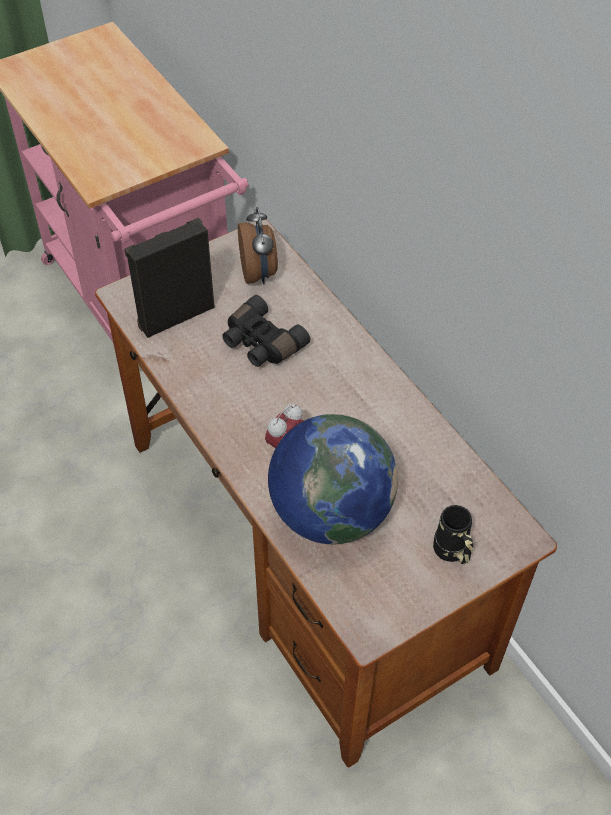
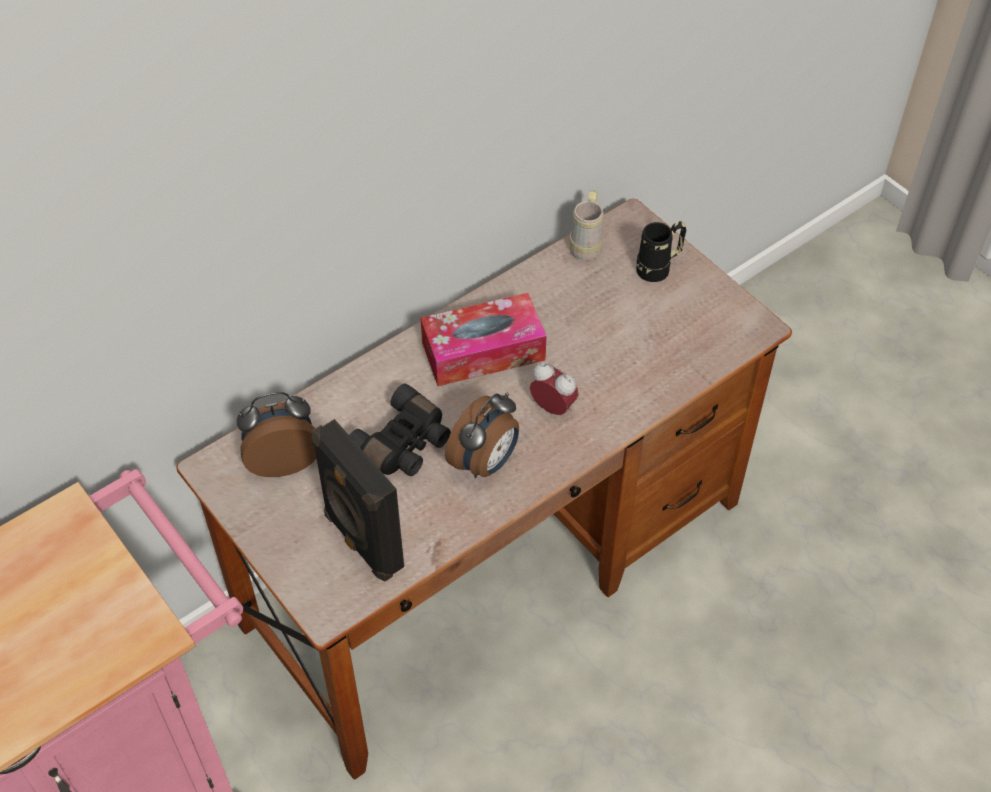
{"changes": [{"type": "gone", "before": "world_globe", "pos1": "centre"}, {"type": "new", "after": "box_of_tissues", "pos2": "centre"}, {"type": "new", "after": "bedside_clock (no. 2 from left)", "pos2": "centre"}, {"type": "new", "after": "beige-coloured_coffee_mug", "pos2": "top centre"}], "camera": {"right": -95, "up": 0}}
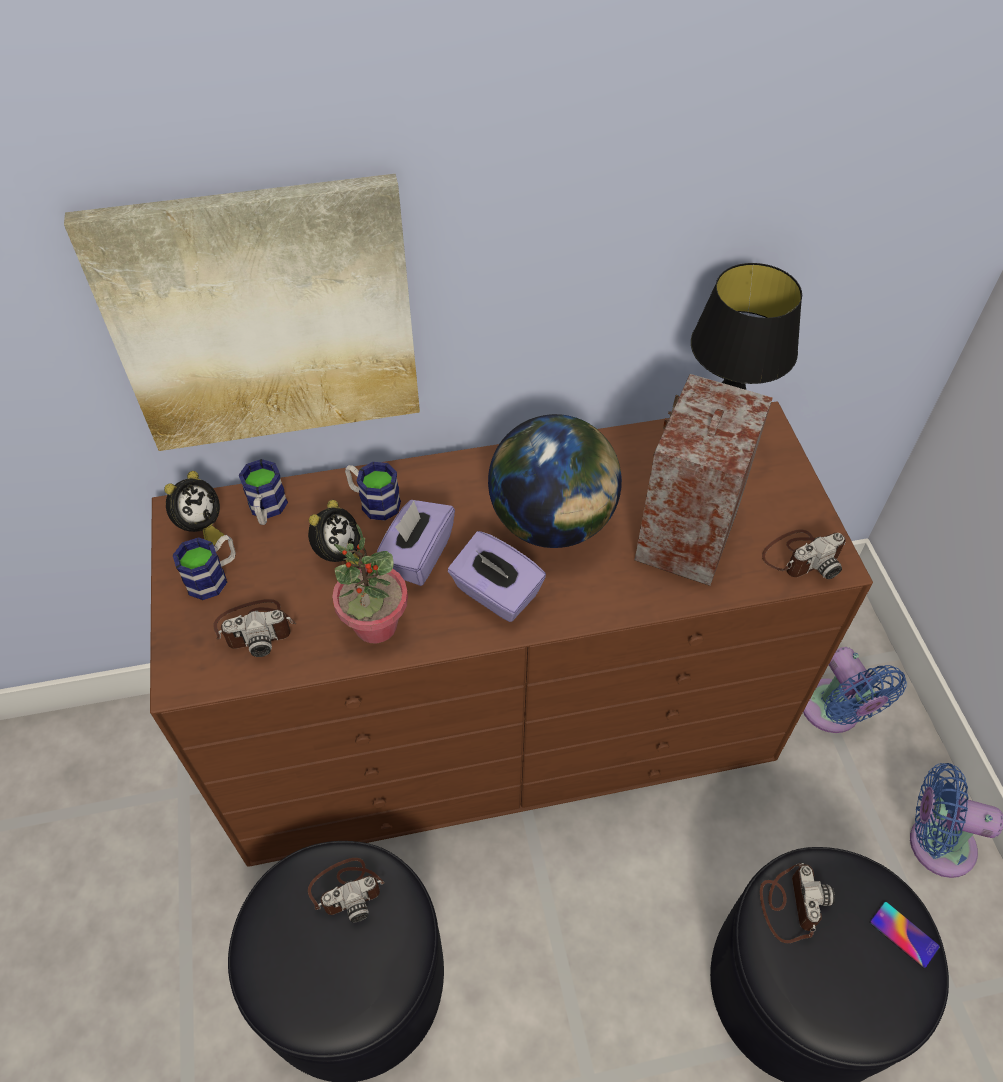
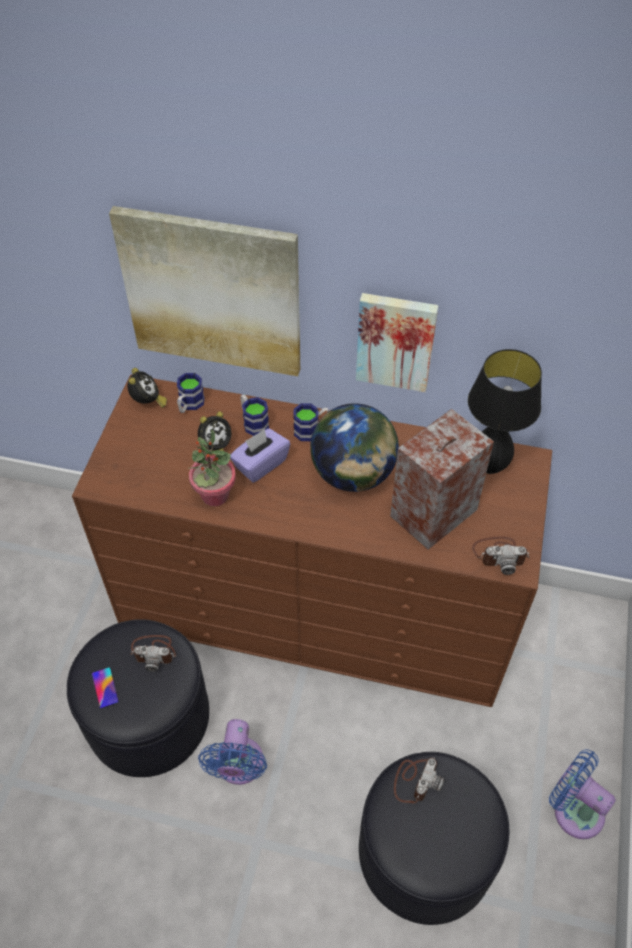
{"changes": [{"type": "gone", "before": "still_camera (no. 1 from left)", "pos1": "middle left"}, {"type": "gone", "before": "purple_box_of_tissues (no. 2 from left)", "pos1": "centre"}, {"type": "new", "after": "picture (no. 2 from left)", "pos2": "centre"}, {"type": "shifted", "before": "coffee_mug (no. 1 from left in the first image)", "after": "coffee_mug (no. 3 from left)", "pos1": "middle left", "pos2": "centre"}, {"type": "shifted", "before": "blue_fan (no. 1 from left)", "pos1": "middle right", "pos2": "bottom centre"}, {"type": "shifted", "before": "telephone", "pos1": "bottom right", "pos2": "bottom left"}, {"type": "rotated", "before": "bedside_clock (no. 1 from left)", "pos1": "middle left", "pos2": "middle left", "turn": -60}], "camera": {"right": 25, "up": 0}}
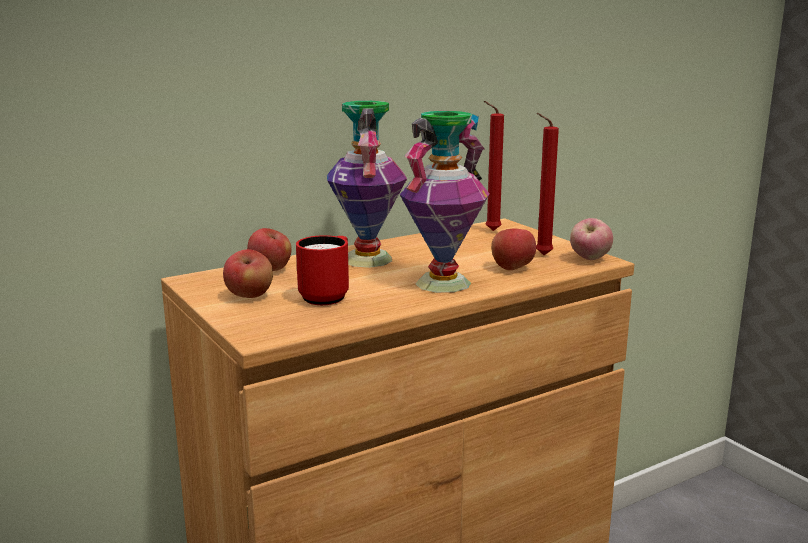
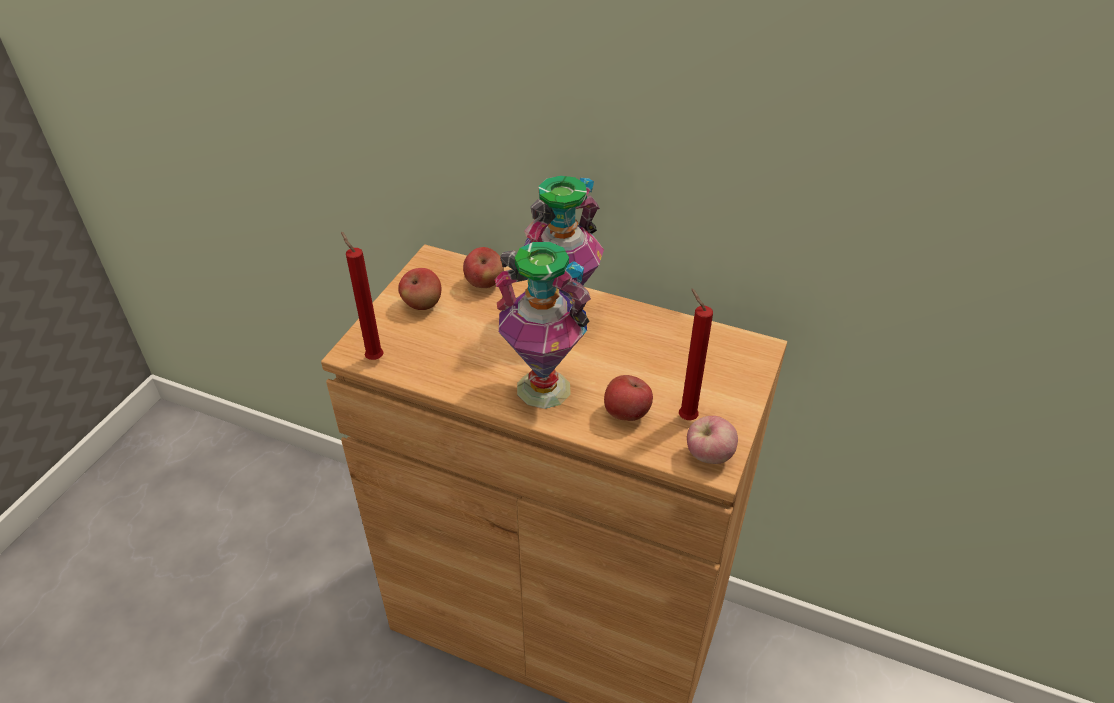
{"changes": [{"type": "gone", "before": "reddish_coffee_mug", "pos1": "centre"}, {"type": "shifted", "before": "reddish_candle (no. 1 from left)", "pos1": "top centre", "pos2": "middle left"}], "camera": {"right": 55, "up": 25}}
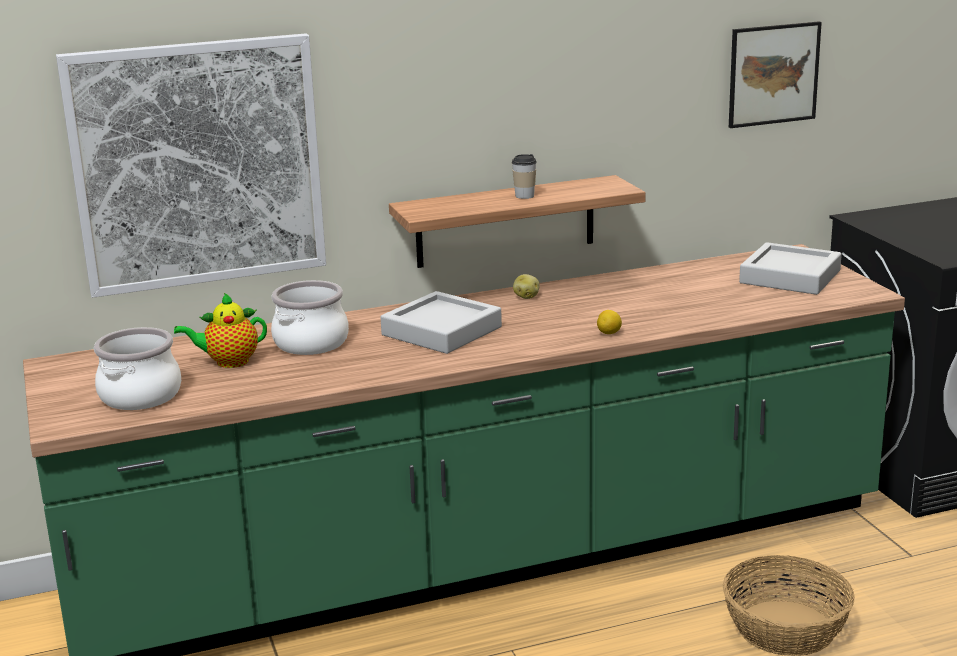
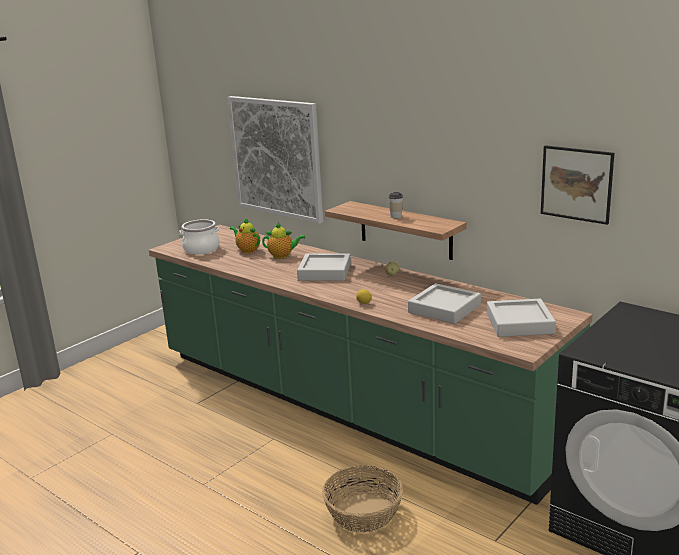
{"changes": [{"type": "new", "after": "gray_carrying_tray (no. 2 from left)", "pos2": "centre"}, {"type": "swapped", "before": "cooking_pot (no. 2 from left)", "after": "tea_pot (no. 2 from left)", "pos1": "middle left", "pos2": "centre"}], "camera": {"right": 60, "up": 0}}
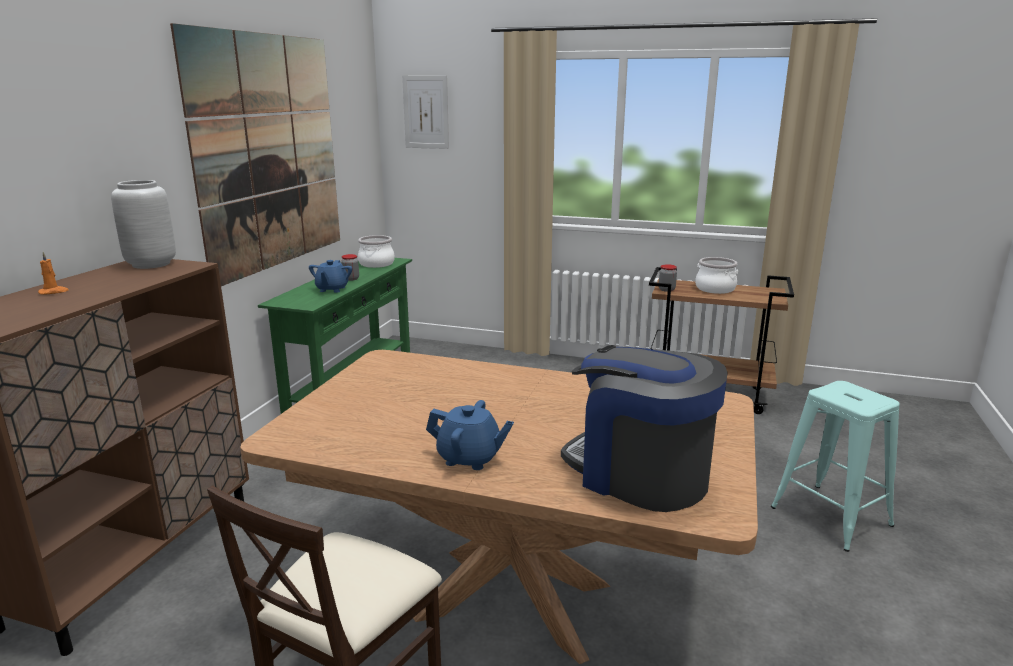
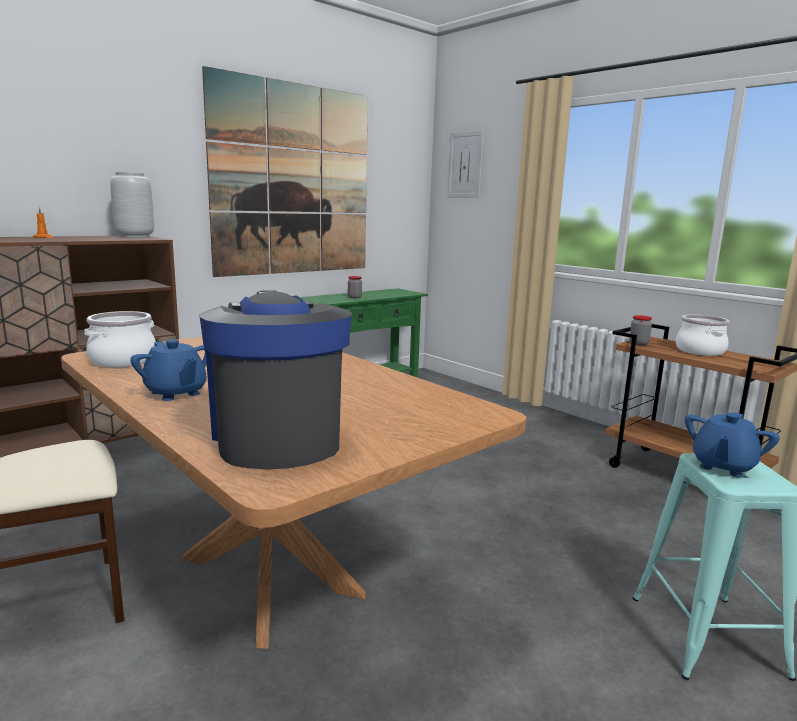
{"changes": [{"type": "shifted", "before": "blue_tea_pot (no. 1 from left in the first image)", "after": "blue_tea_pot (no. 2 from left)", "pos1": "middle left", "pos2": "middle right"}, {"type": "shifted", "before": "cooking_pot (no. 1 from left)", "pos1": "centre", "pos2": "middle left"}], "camera": {"right": 30, "up": -5}}
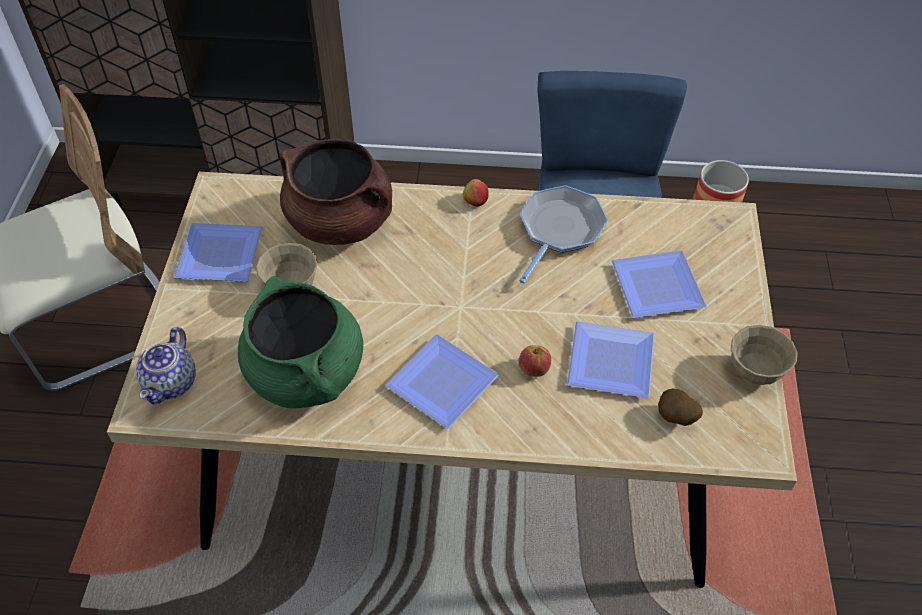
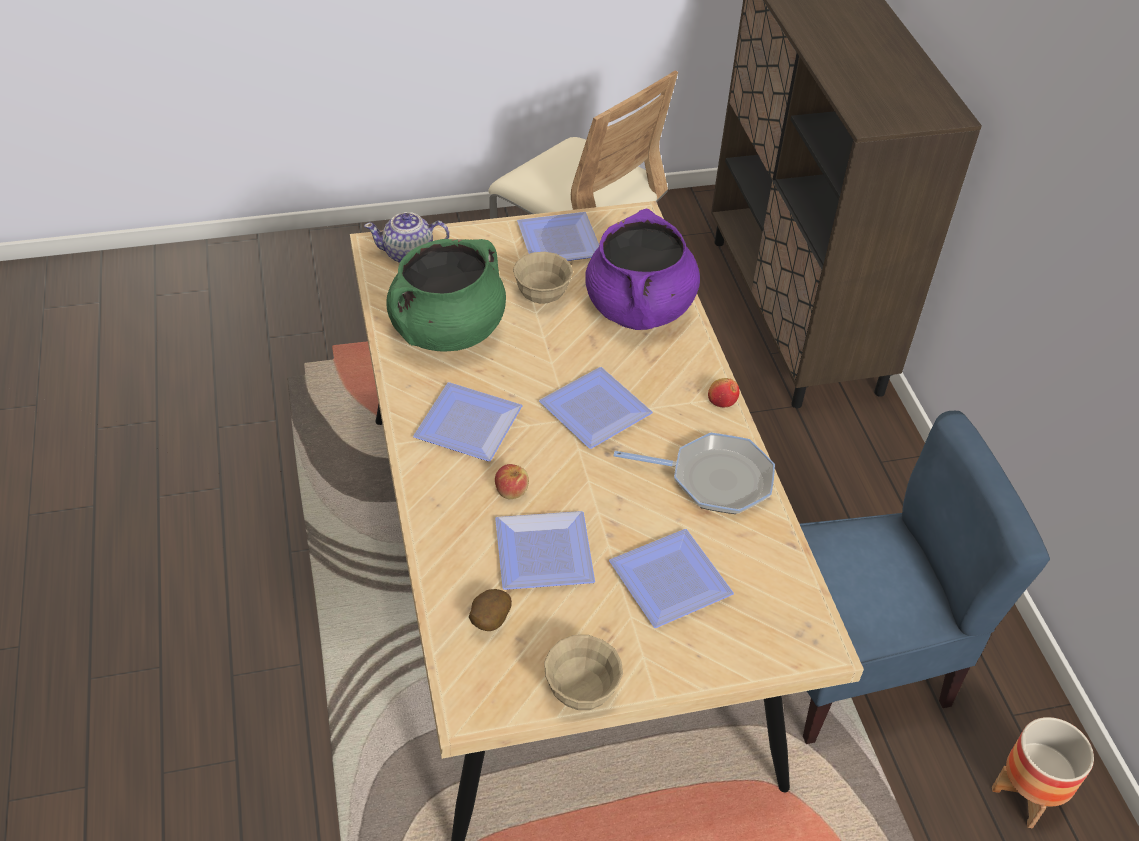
{"changes": [{"type": "new", "after": "flat_dish (no. 4 from left)", "pos2": "centre"}, {"type": "repainted", "before": "brownish_cooking_pot", "after": "purple_cooking_pot", "pos1": "top centre", "pos2": "top centre"}], "camera": {"right": 70, "up": -5}}
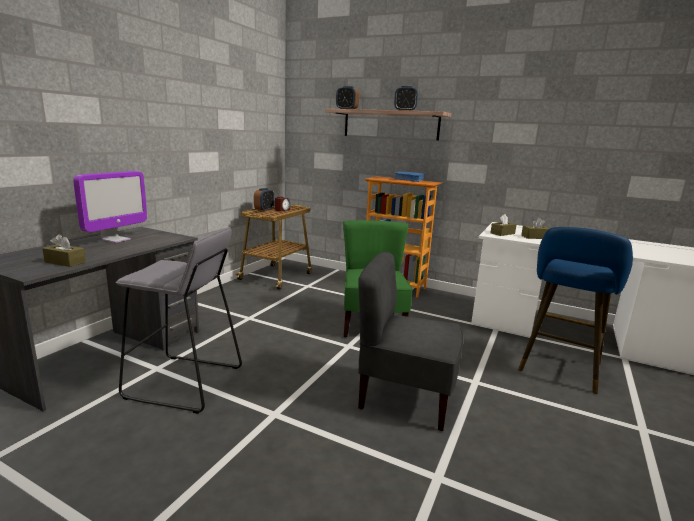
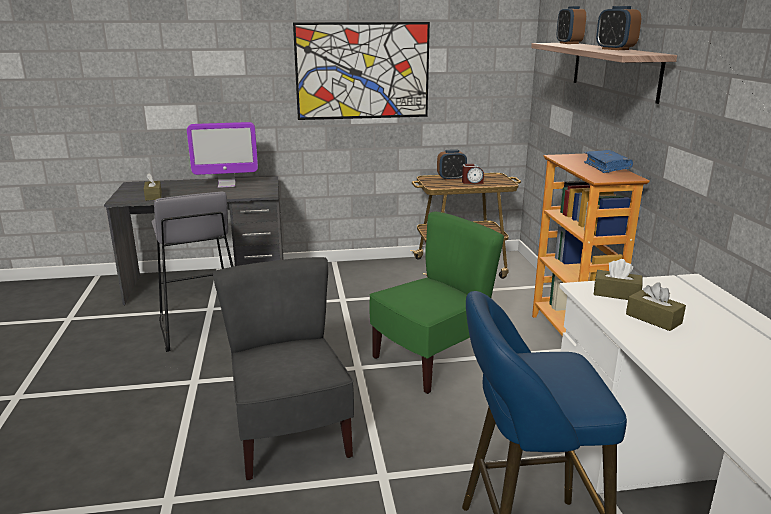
{"changes": [{"type": "new", "after": "picture", "pos2": "top centre"}], "camera": {"right": 55, "up": 5}}
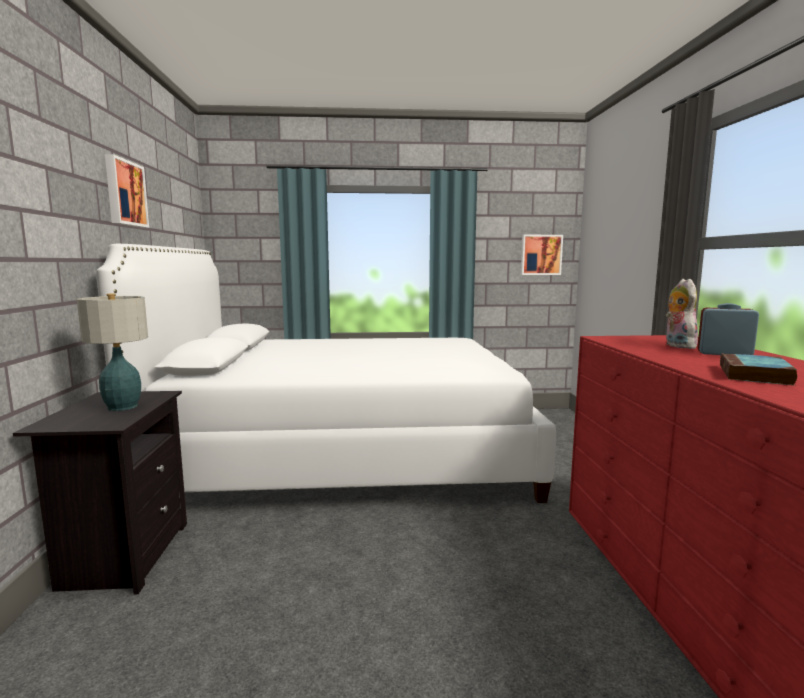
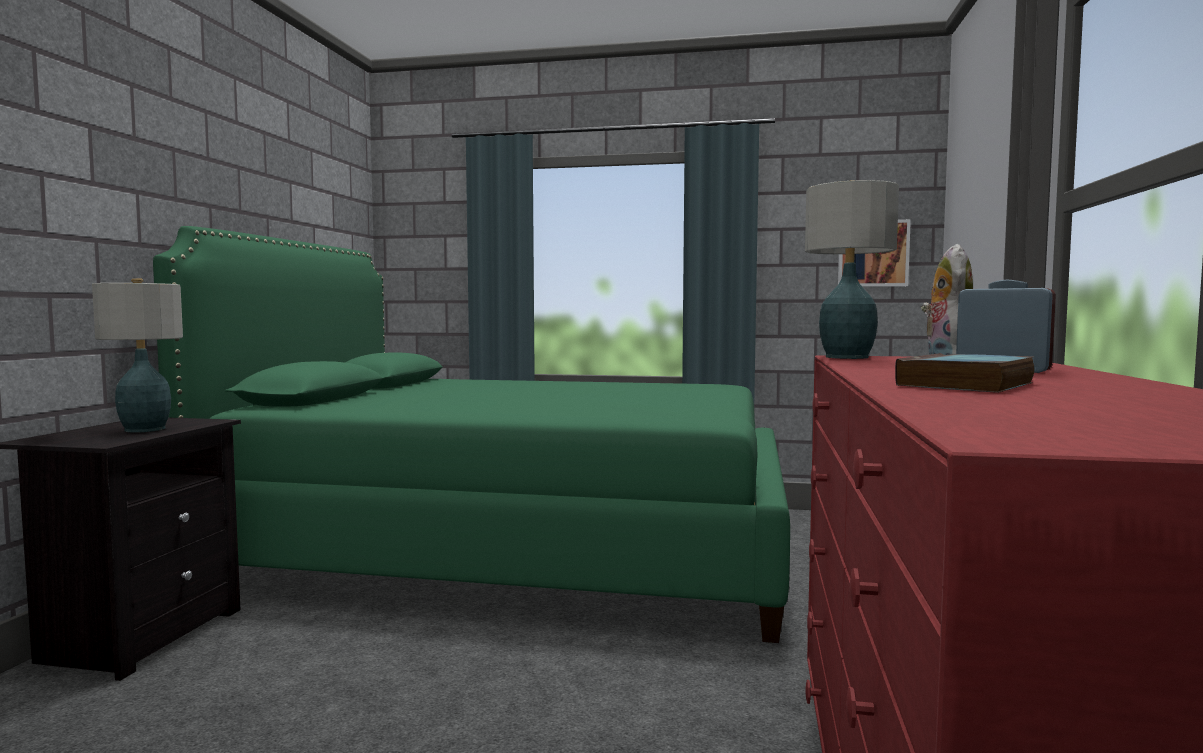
{"changes": [{"type": "gone", "before": "picture (no. 1 from left)", "pos1": "top left"}, {"type": "new", "after": "lamp_for_a_table (no. 2 from left)", "pos2": "middle right"}, {"type": "repainted", "before": "white_bedroom_bed", "after": "greenish_bedroom_bed", "pos1": "centre", "pos2": "centre"}], "camera": {"right": 15, "up": -5}}
